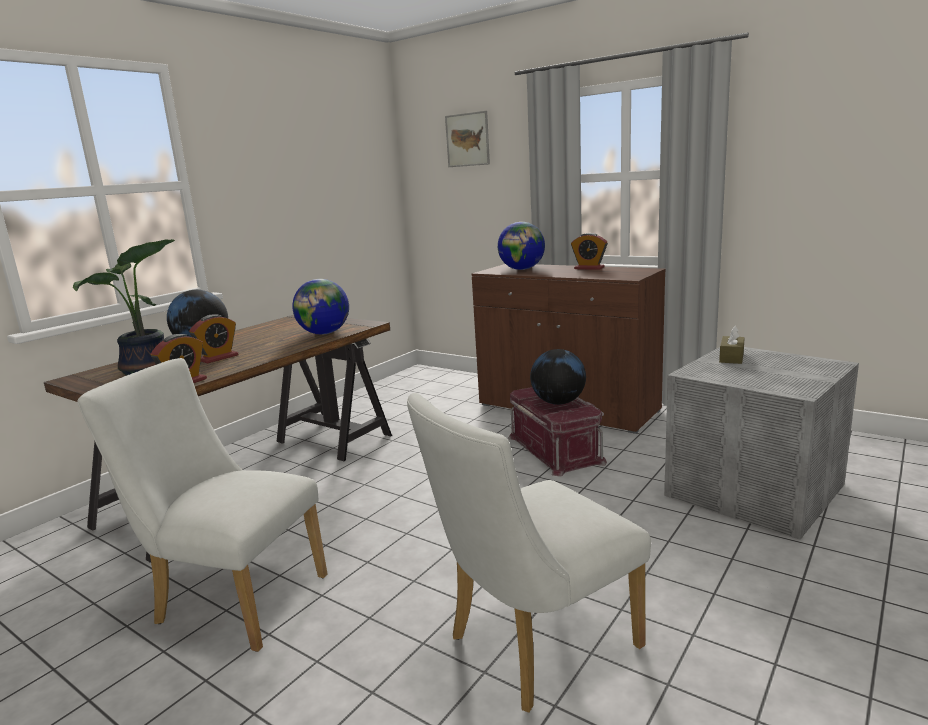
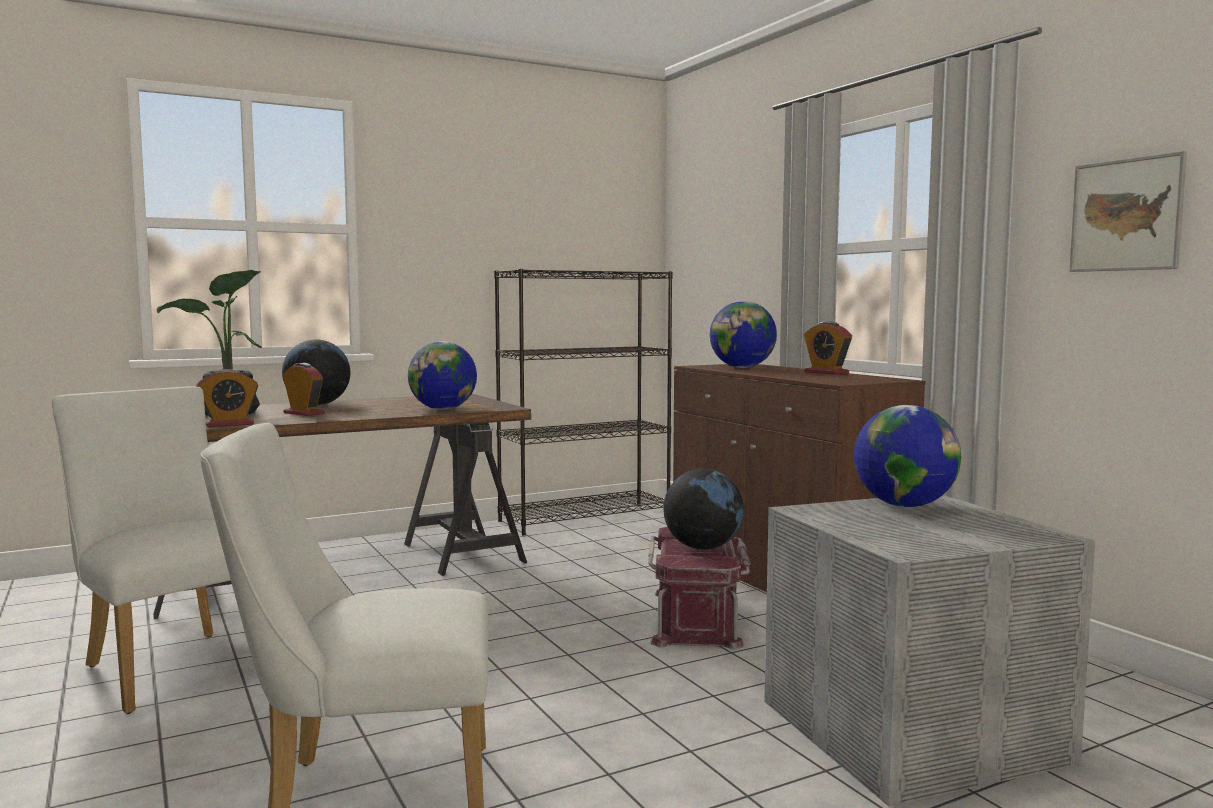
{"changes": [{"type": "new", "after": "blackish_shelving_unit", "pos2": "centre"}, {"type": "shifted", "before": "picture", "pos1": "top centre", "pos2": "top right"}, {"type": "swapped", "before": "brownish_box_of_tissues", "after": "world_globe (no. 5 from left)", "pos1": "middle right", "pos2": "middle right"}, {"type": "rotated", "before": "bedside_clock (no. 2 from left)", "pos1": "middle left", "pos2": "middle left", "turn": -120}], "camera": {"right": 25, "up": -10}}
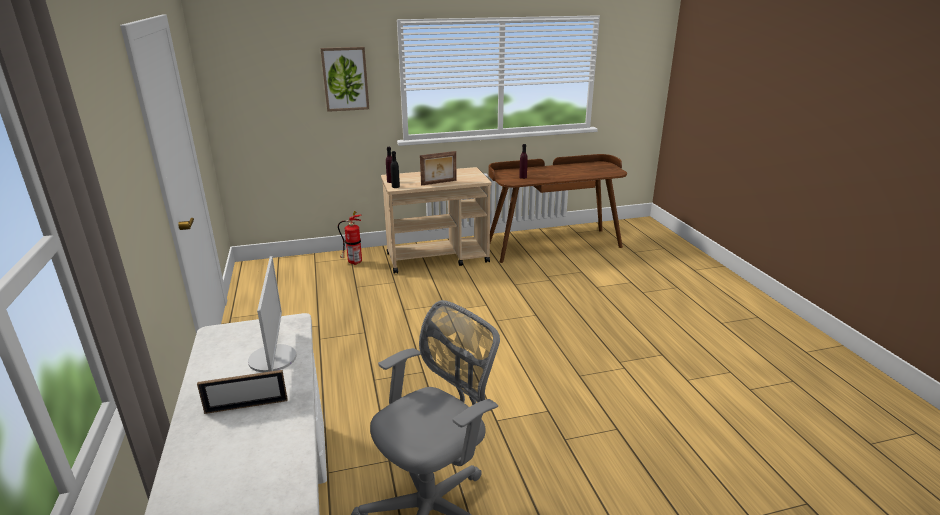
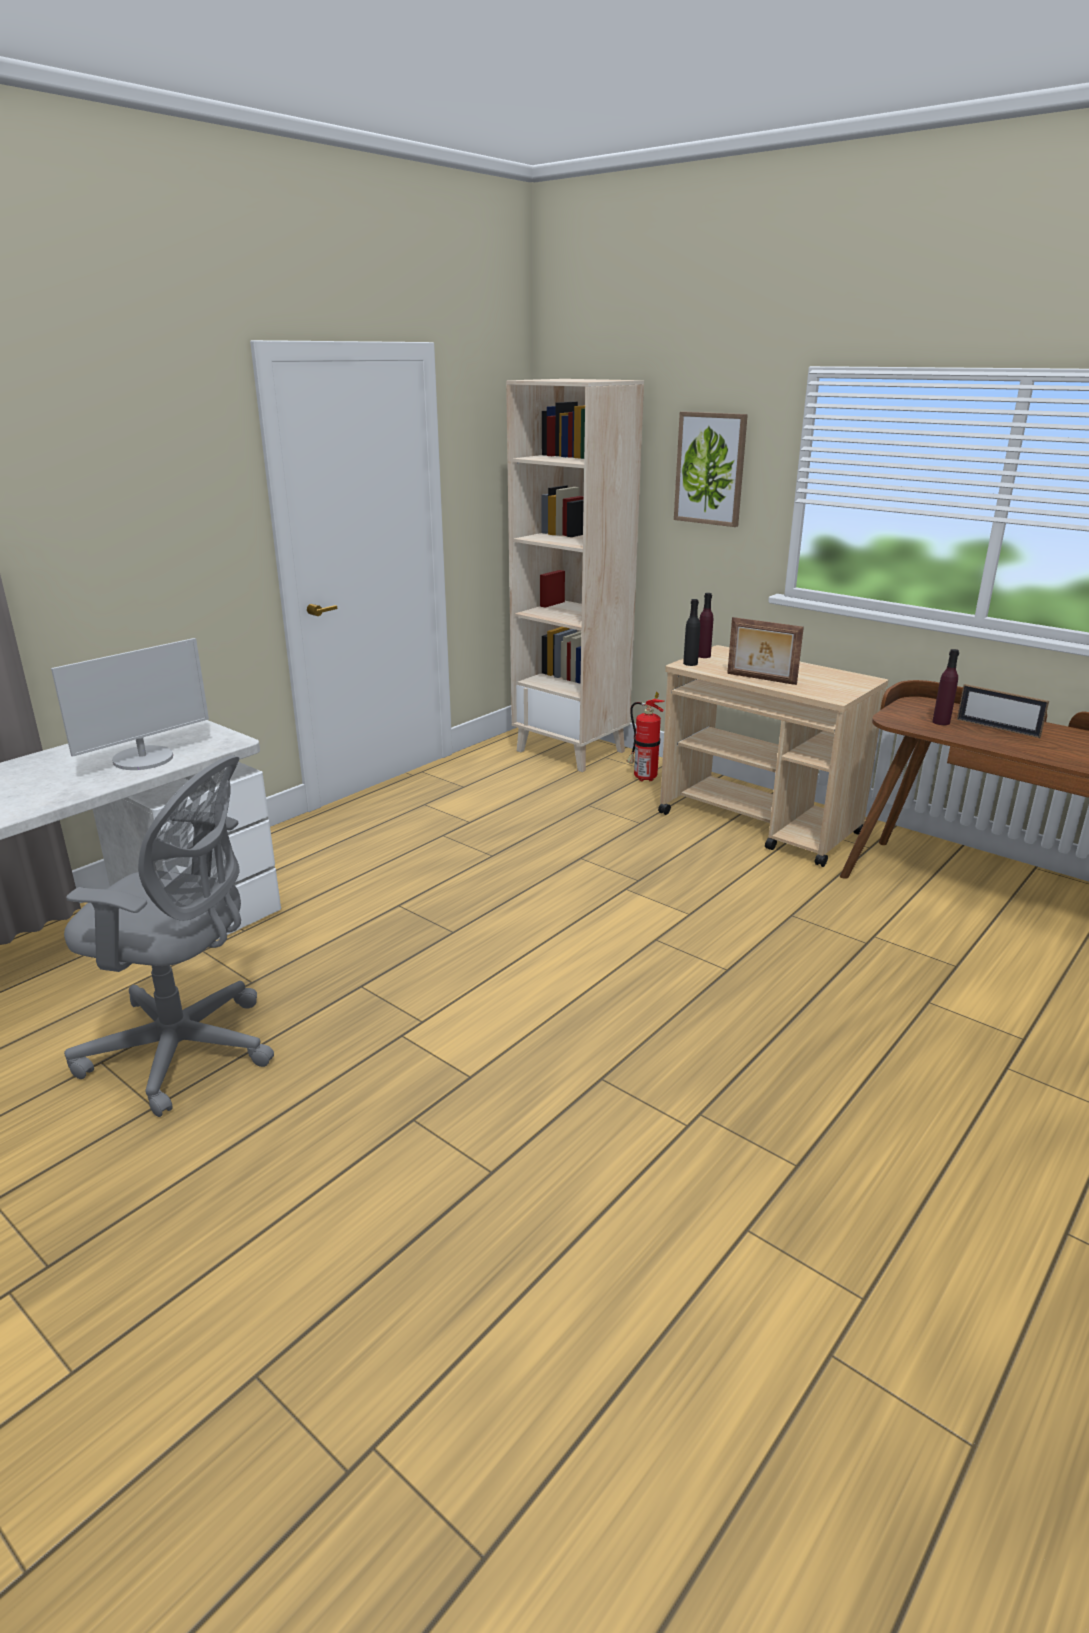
{"changes": [{"type": "new", "after": "beige-coloured_shelving_unit", "pos2": "centre"}, {"type": "shifted", "before": "picture_frame (no. 1 from left in the first image)", "after": "picture_frame (no. 2 from left)", "pos1": "bottom left", "pos2": "middle right"}], "camera": {"right": 55, "up": 0}}
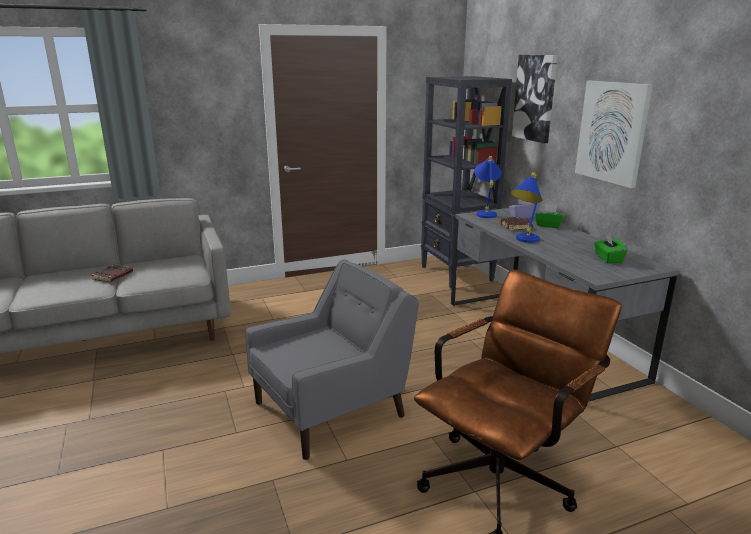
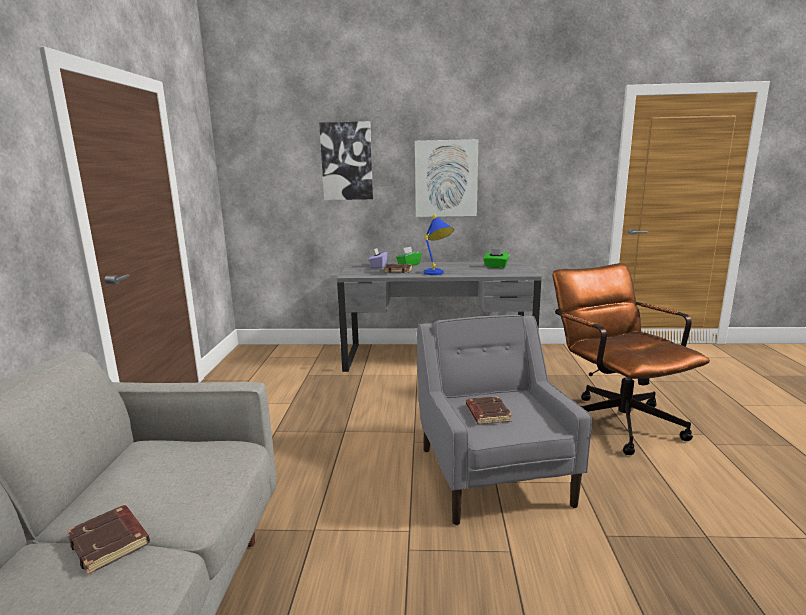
{"changes": [{"type": "gone", "before": "blackish_shelving_unit", "pos1": "centre"}, {"type": "gone", "before": "blue_lamp_for_a_table (no. 1 from left)", "pos1": "centre"}, {"type": "new", "after": "brownish_volume (no. 3 from left)", "pos2": "bottom centre"}], "camera": {"right": -65, "up": -5}}
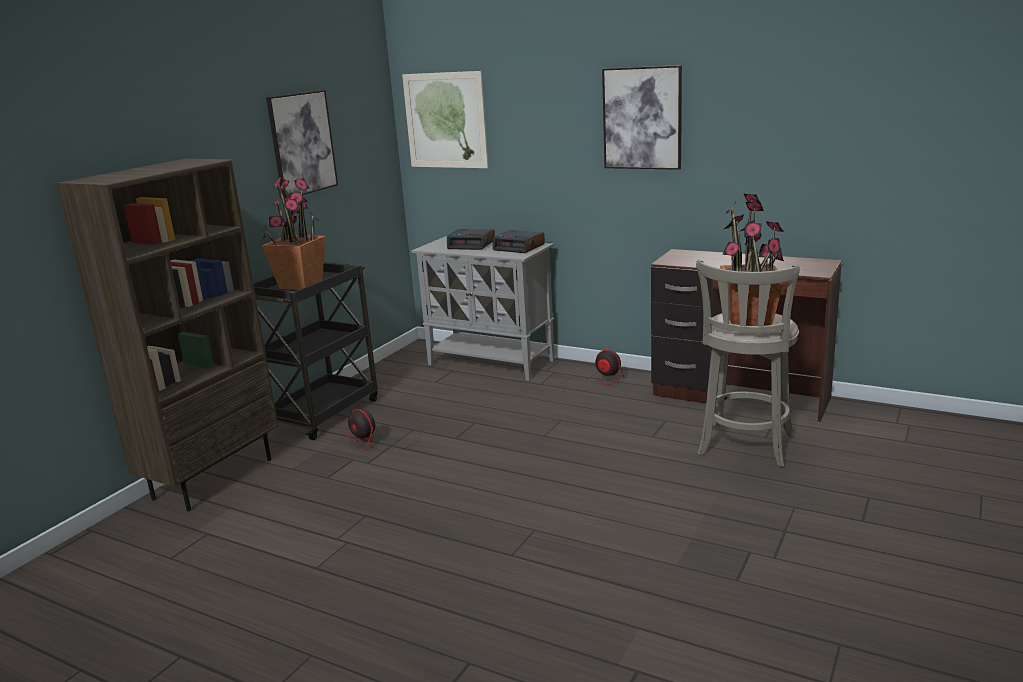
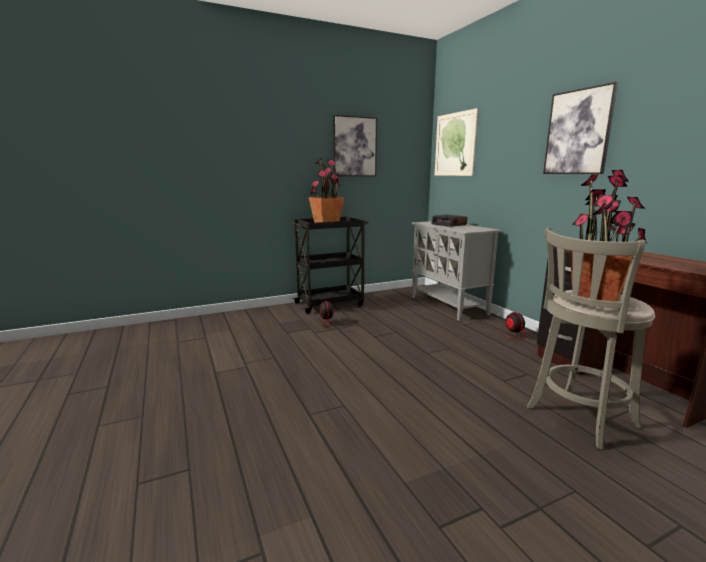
{"changes": [{"type": "gone", "before": "brownish_shelving_unit", "pos1": "middle left"}, {"type": "gone", "before": "bedside_clock (no. 2 from left)", "pos1": "centre"}], "camera": {"right": 35, "up": -5}}
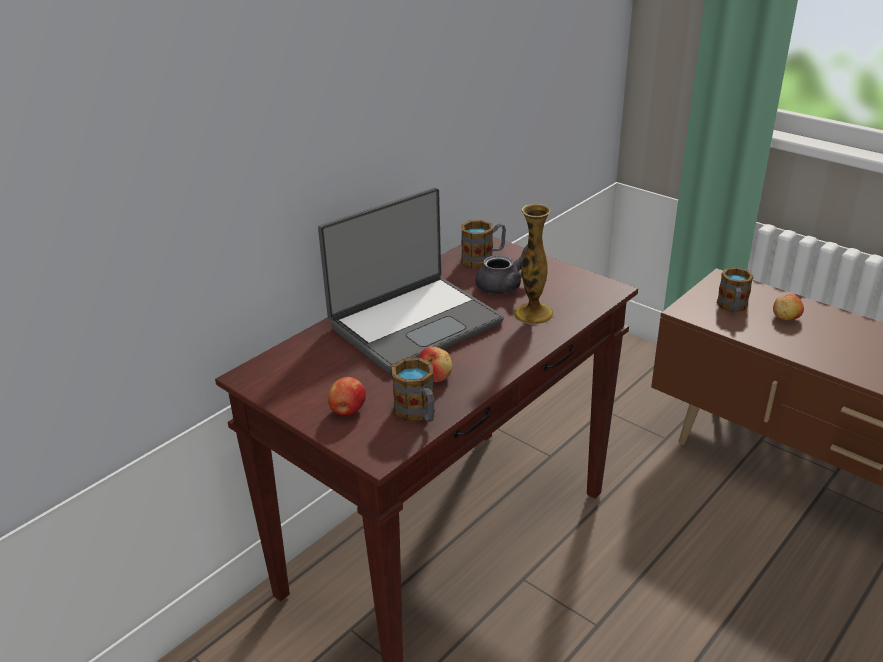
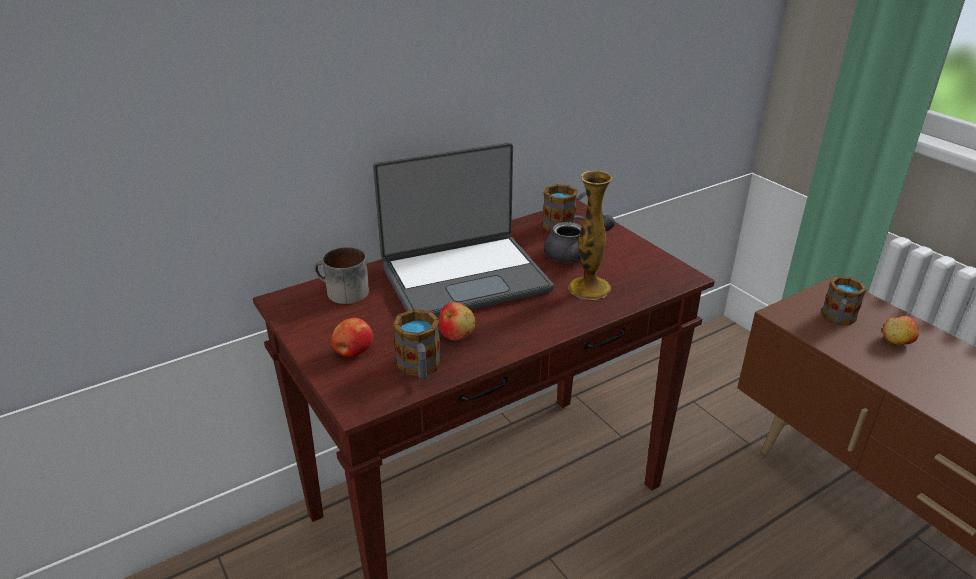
{"changes": [{"type": "new", "after": "coffee_mug (no. 1 from left)", "pos2": "centre"}], "camera": {"right": 15, "up": 0}}
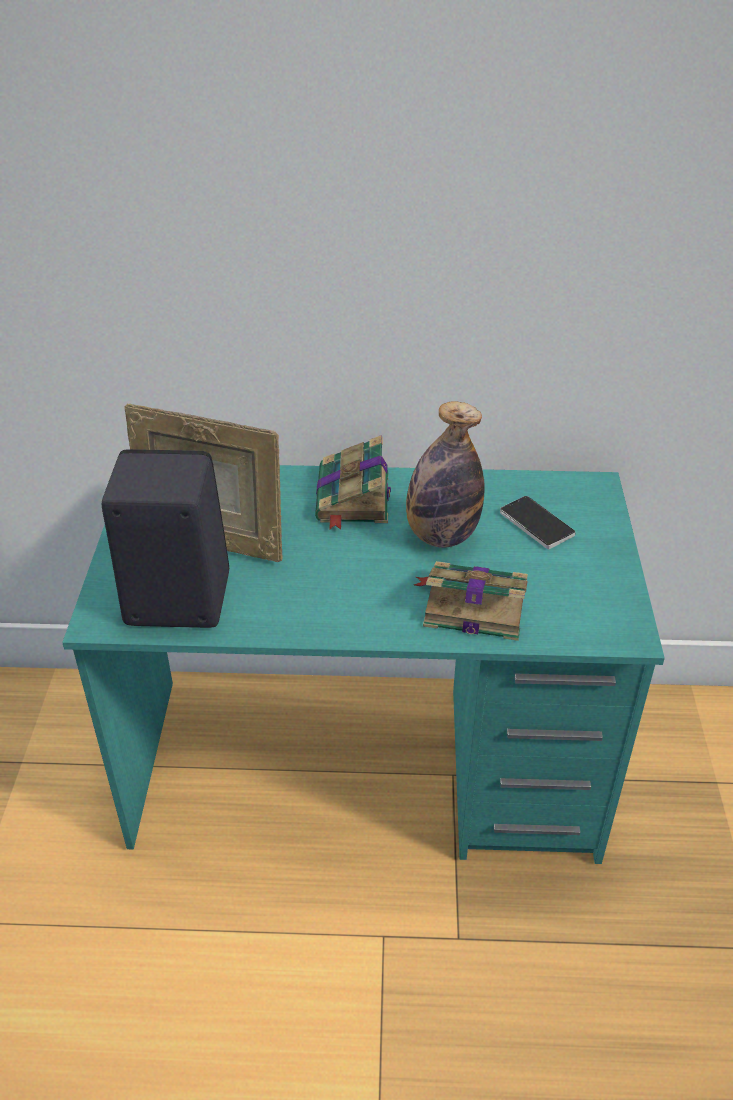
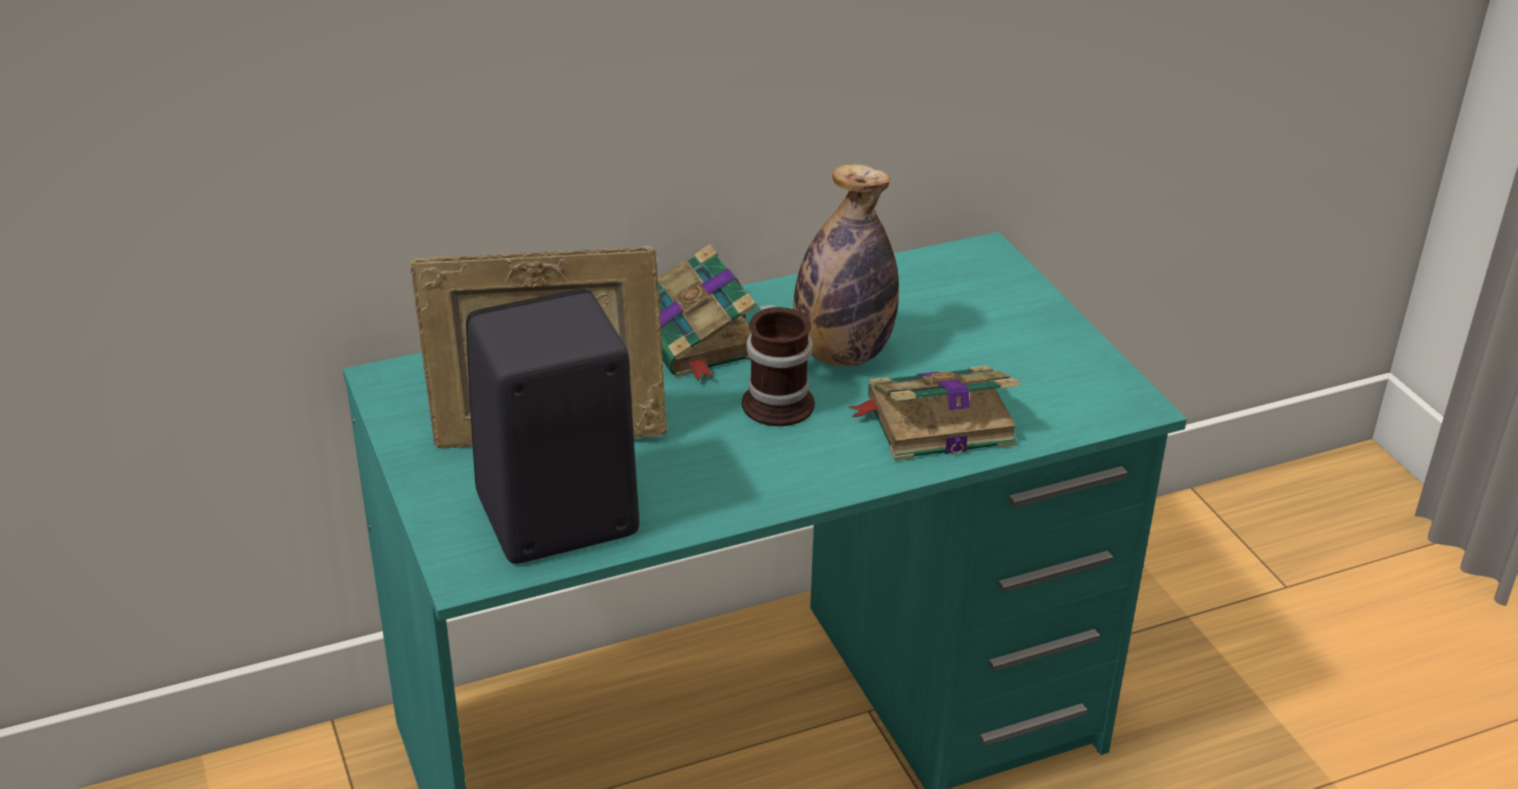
{"changes": [{"type": "gone", "before": "telephone", "pos1": "middle right"}, {"type": "new", "after": "coffee_mug", "pos2": "centre"}], "camera": {"right": -25, "up": -5}}
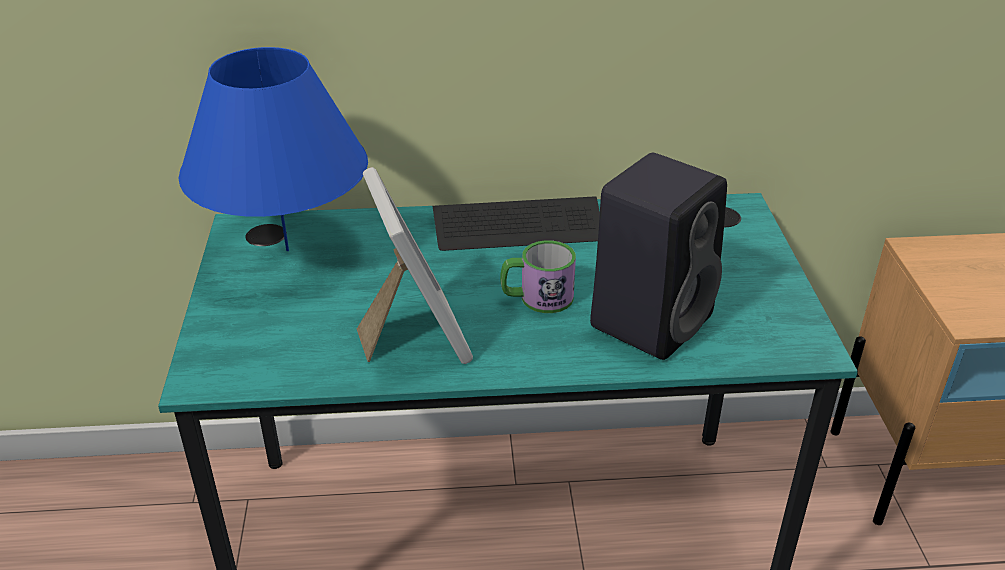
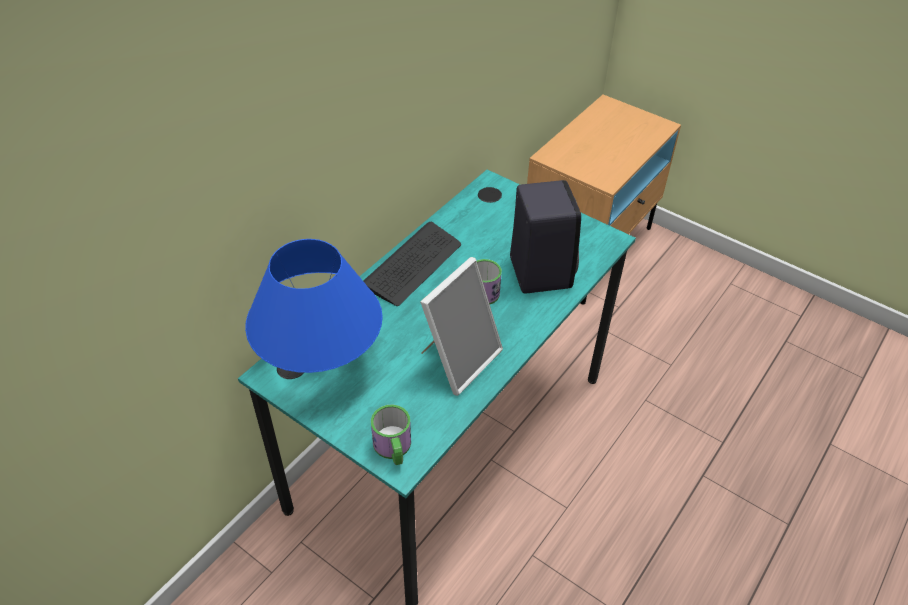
{"changes": [{"type": "new", "after": "coffee_mug (no. 1 from left)", "pos2": "bottom centre"}, {"type": "rotated", "before": "picture_frame", "pos1": "centre", "pos2": "centre", "turn": 105}], "camera": {"right": -50, "up": 10}}
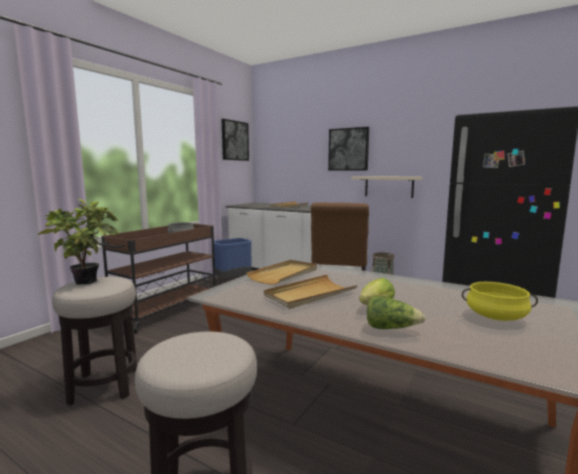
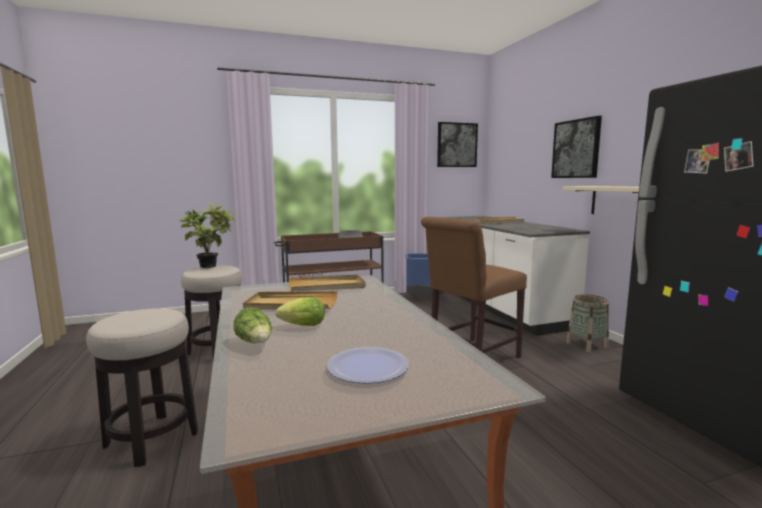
{"changes": [{"type": "swapped", "before": "yellowish_cooking_pot", "after": "flat_dish", "pos1": "middle right", "pos2": "bottom centre"}], "camera": {"right": 40, "up": 0}}
